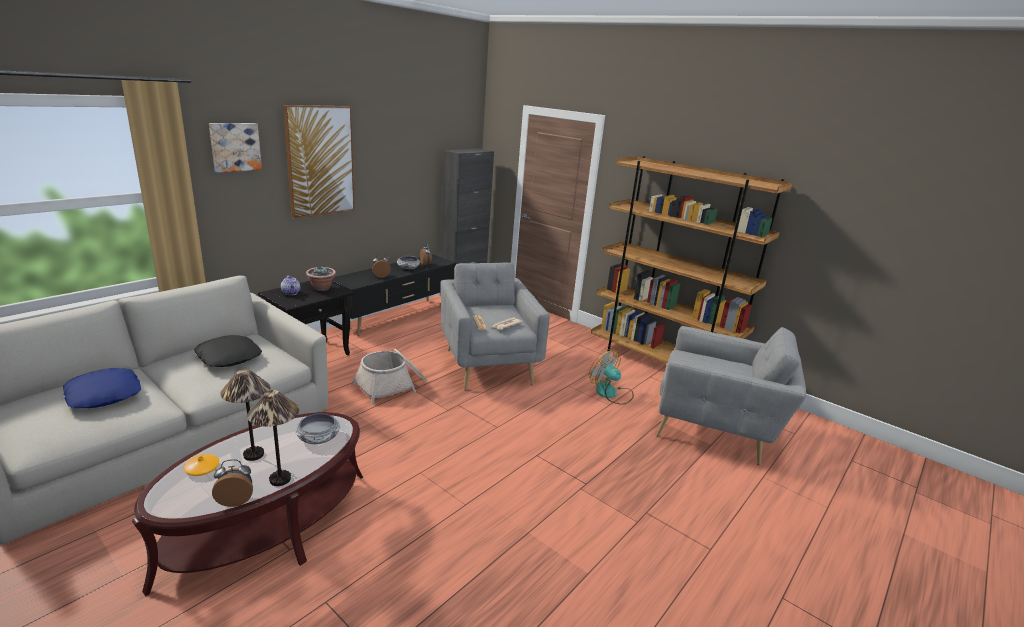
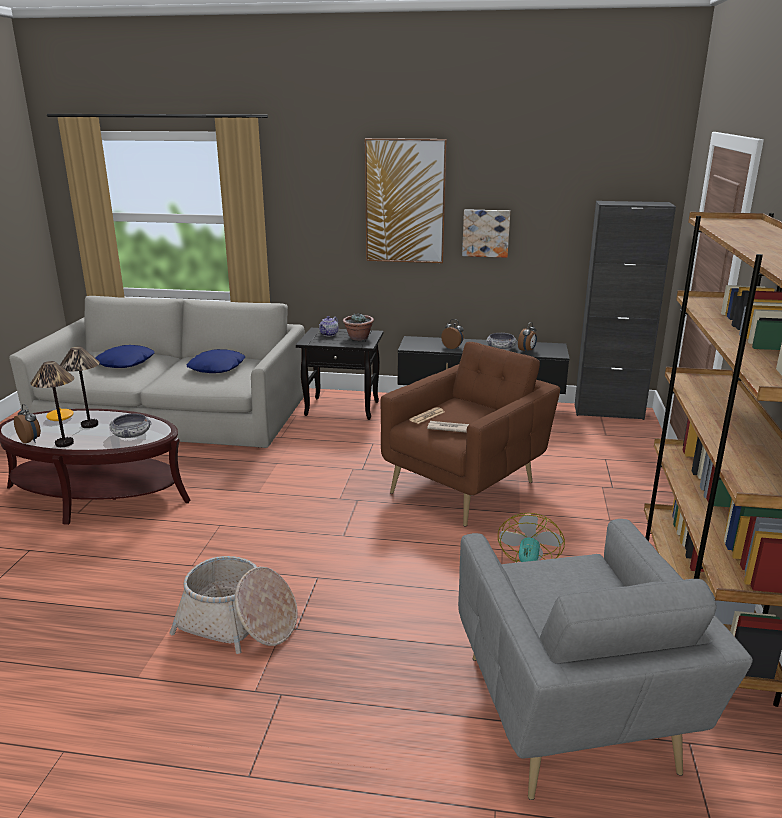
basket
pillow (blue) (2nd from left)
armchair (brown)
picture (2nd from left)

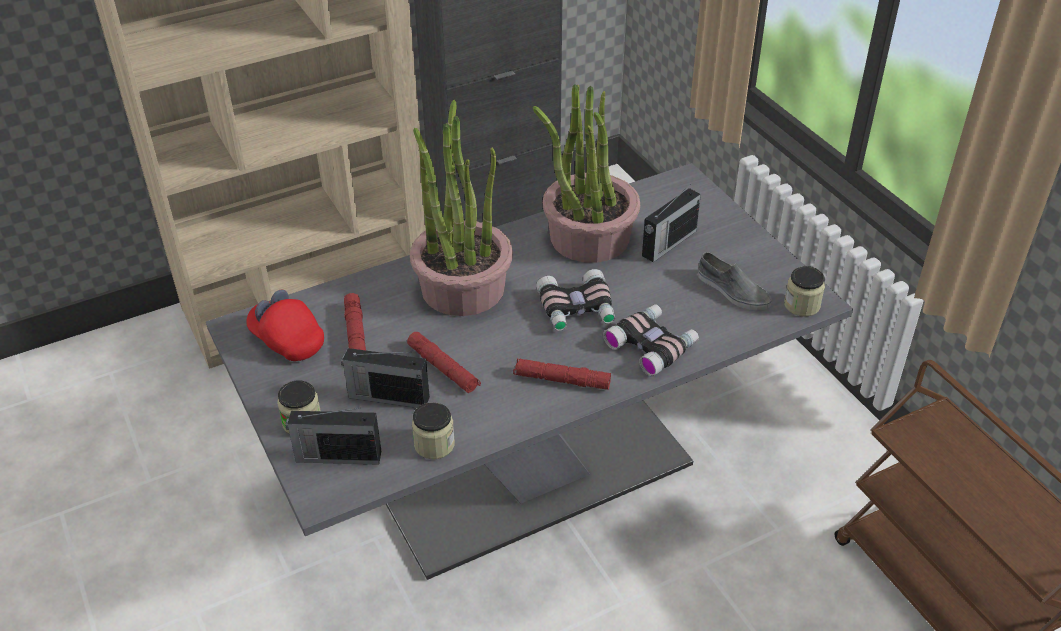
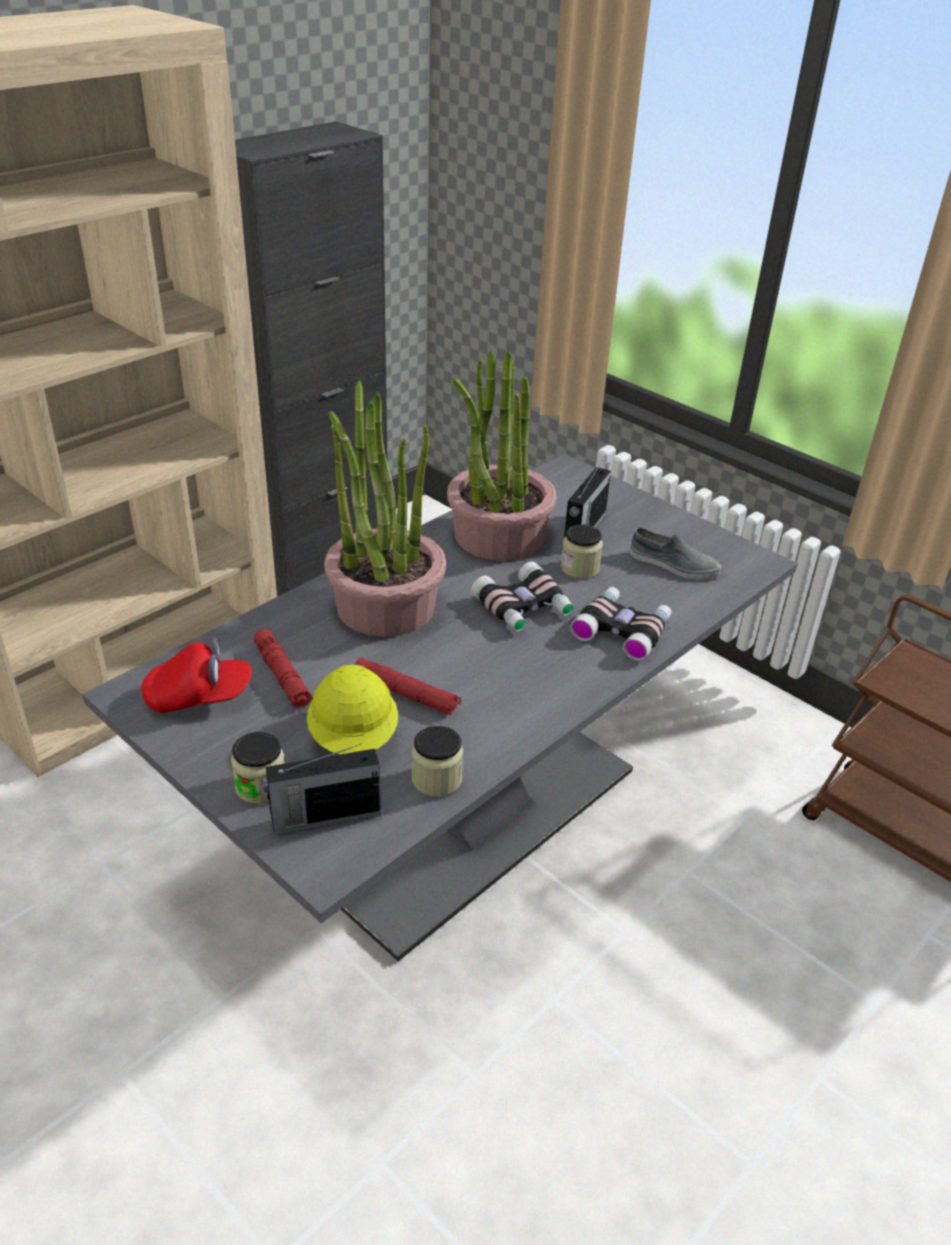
cap (red)
hard hat (yellow)
jar (3rd from left)
flashlight (red) (3rd from left in the first image)

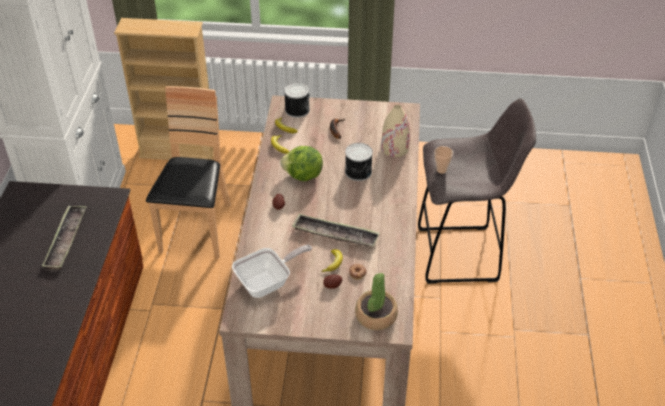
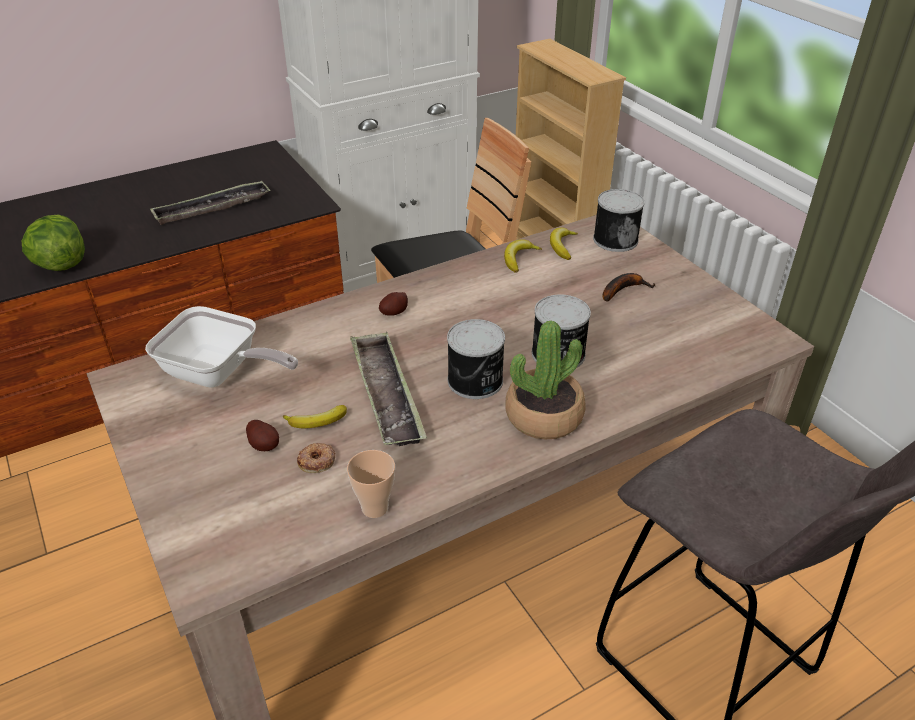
lettuce
cup
can (1st from left)
potted plant
vase (beige)

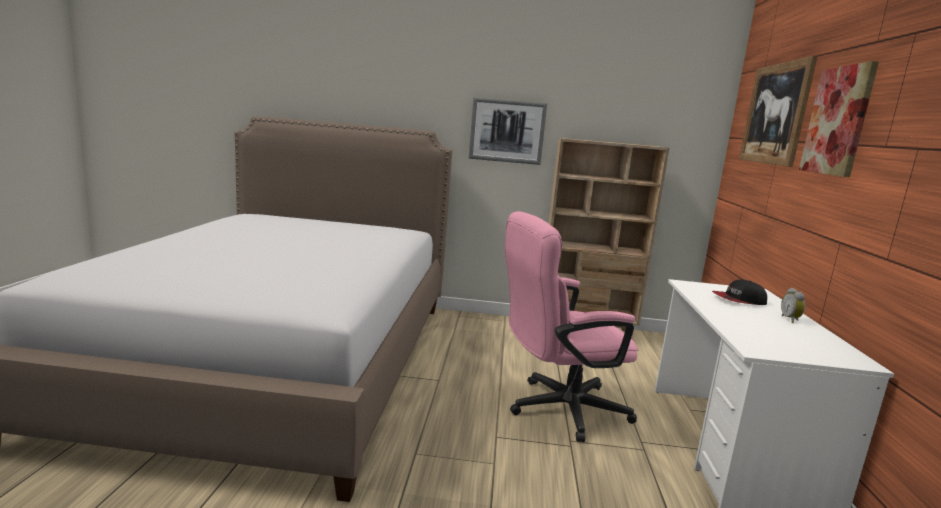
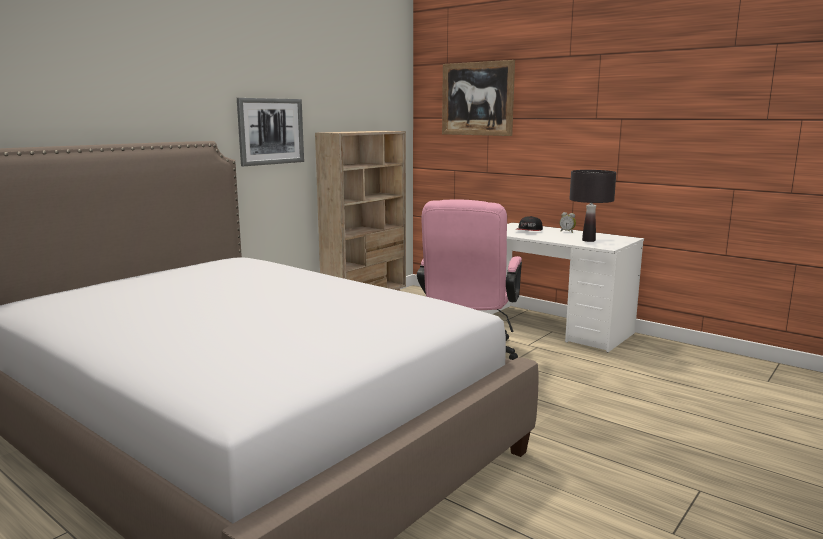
table lamp (black)
picture (3rd from left in the first image)

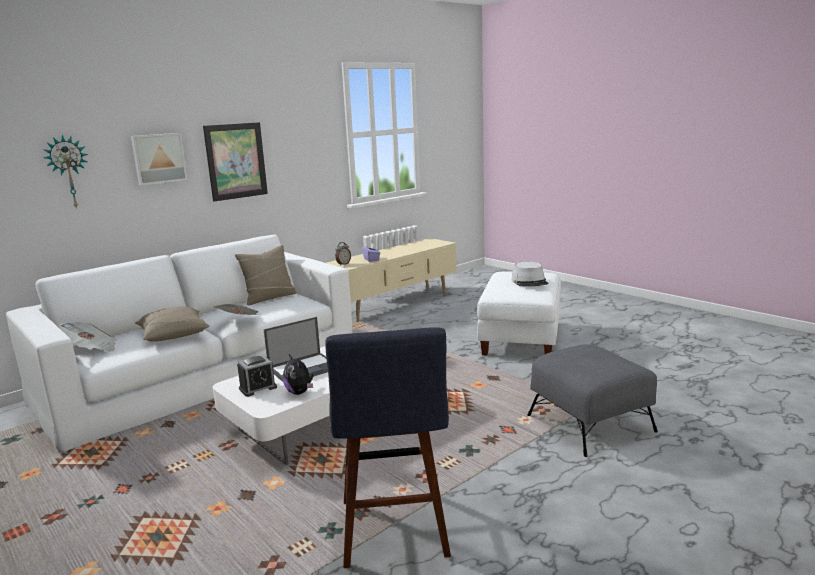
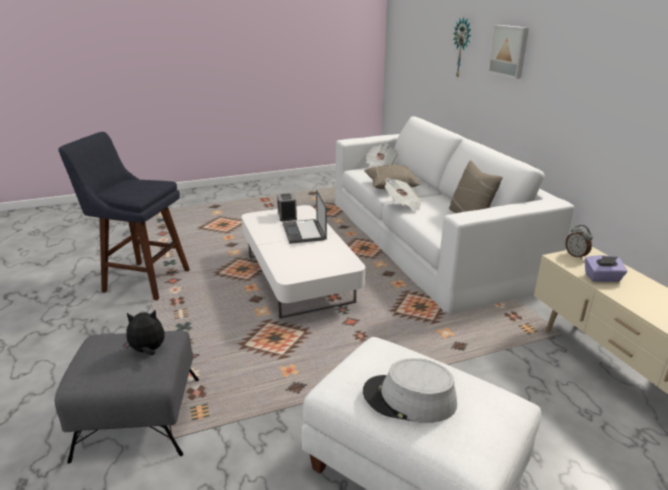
plush toy
picture (2nd from left in the first image)

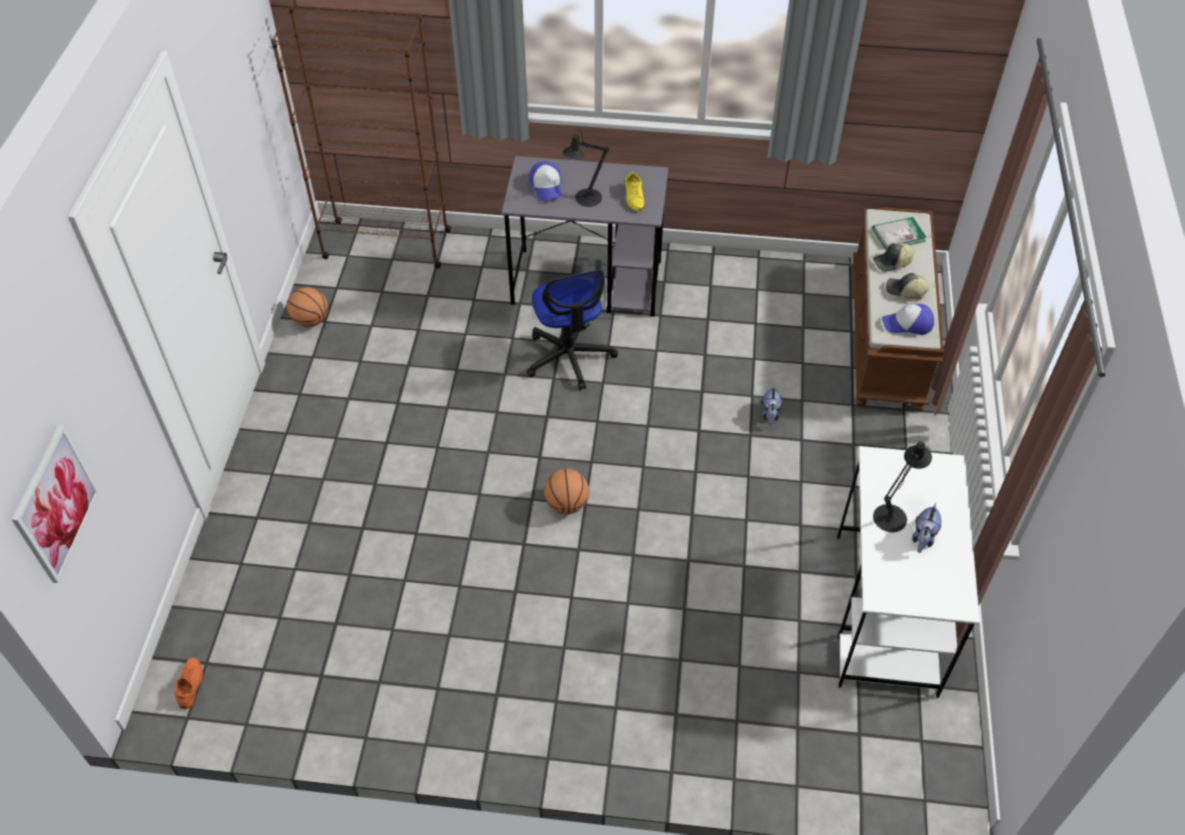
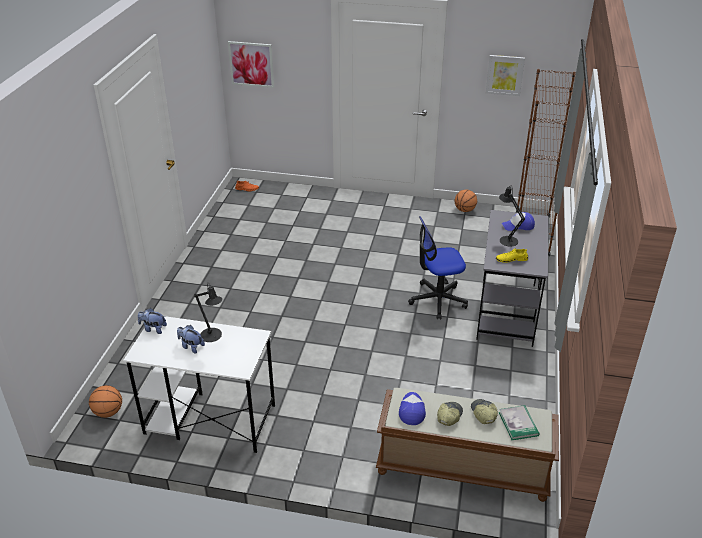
basketball (1st from left)
plush toy (1st from left)
picture (2nd from left)

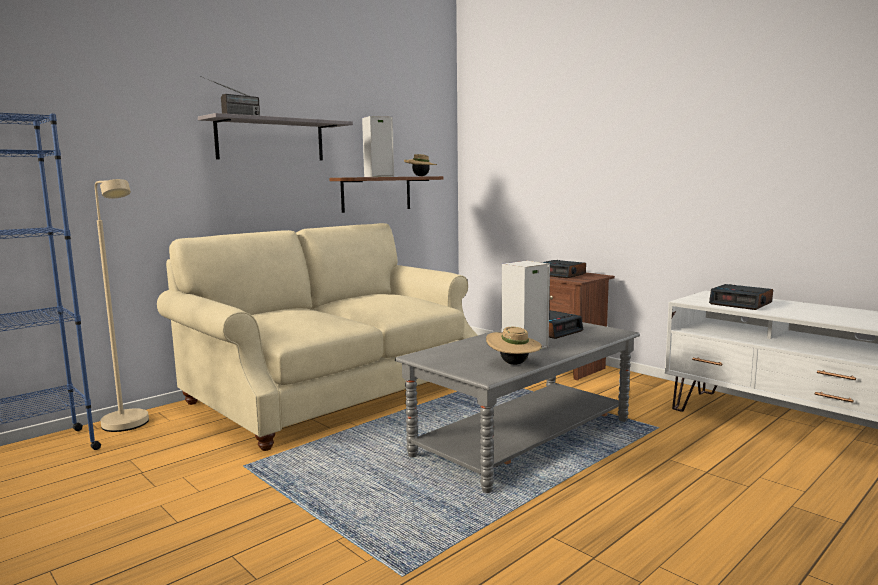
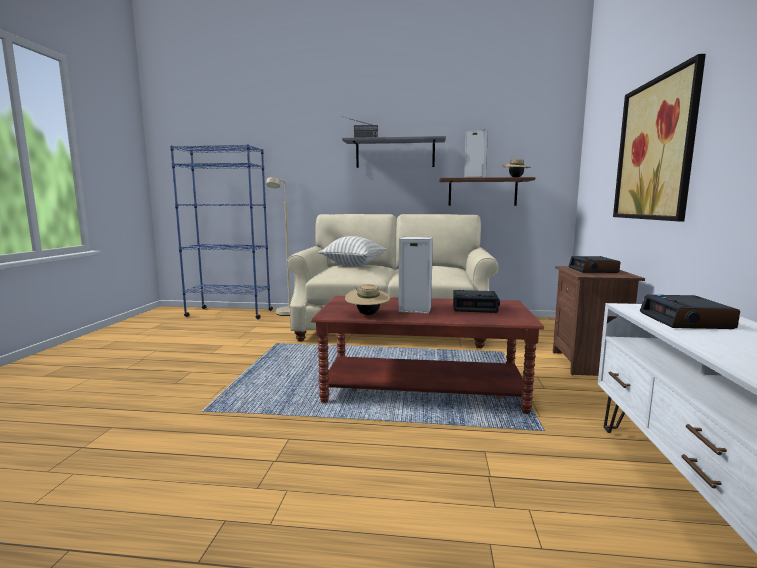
coffee table (brown)
pillow
picture

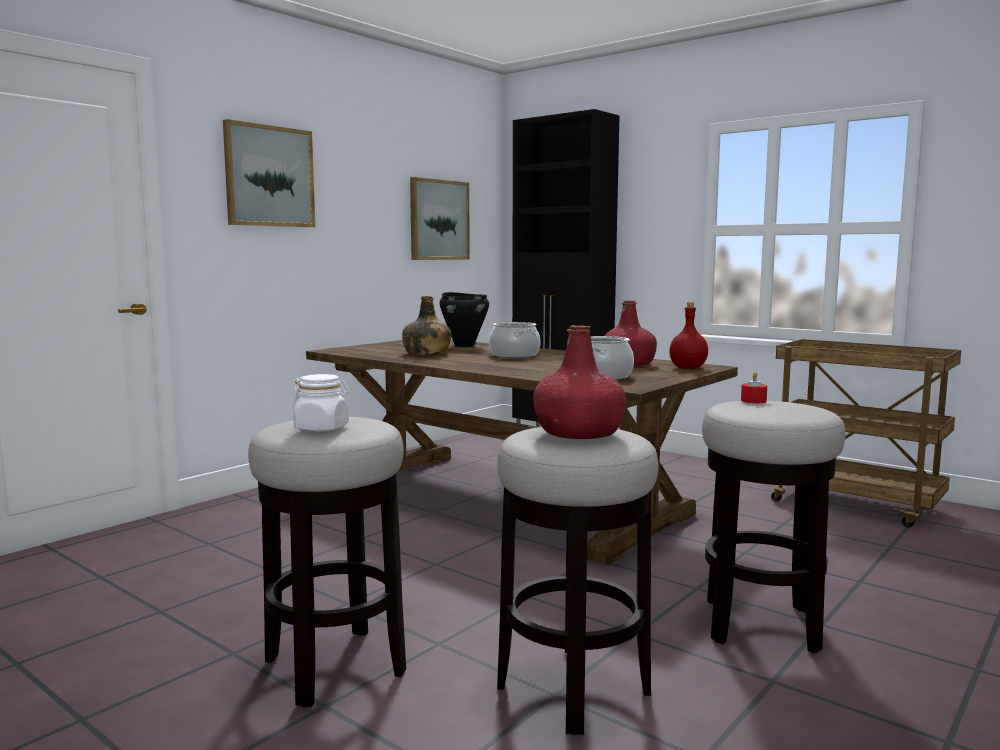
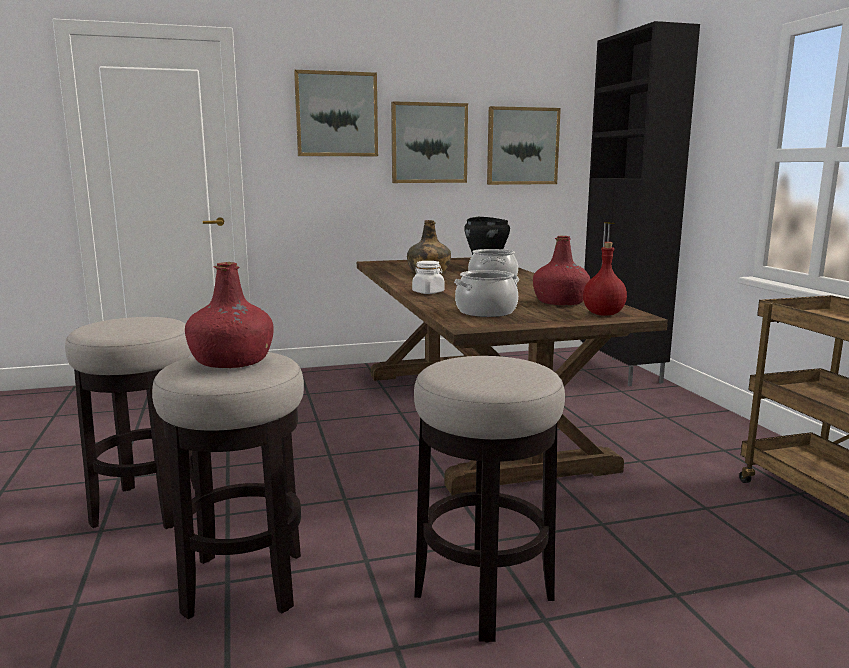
picture (2nd from left)
jar (white)
candle (red)

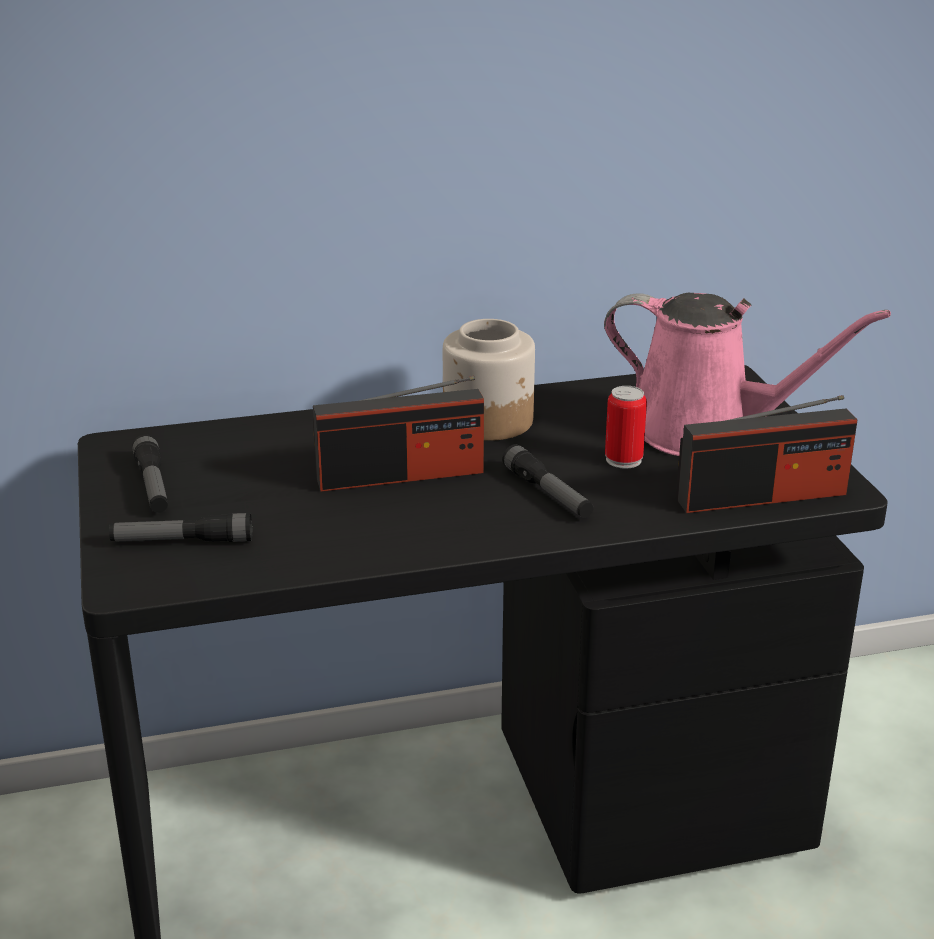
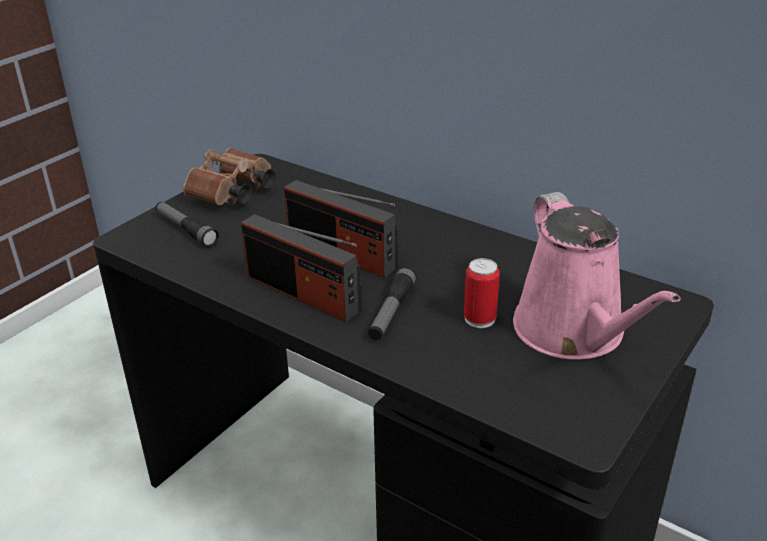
binoculars (brown)
radio (1st from left)
jar

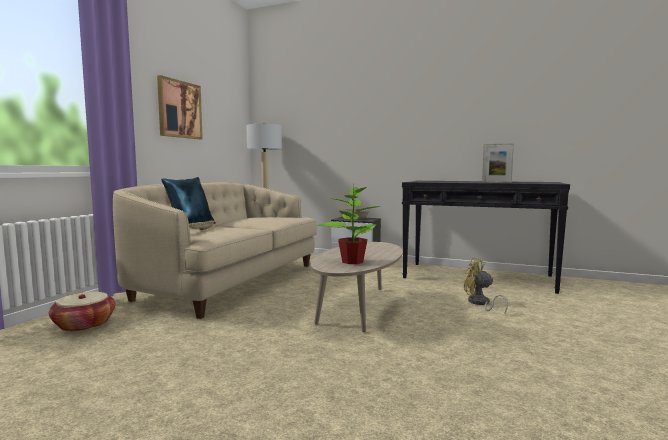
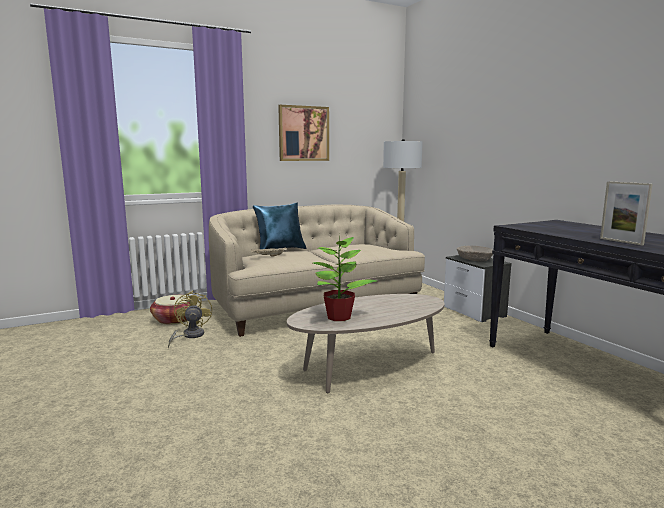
fan (yellow)

